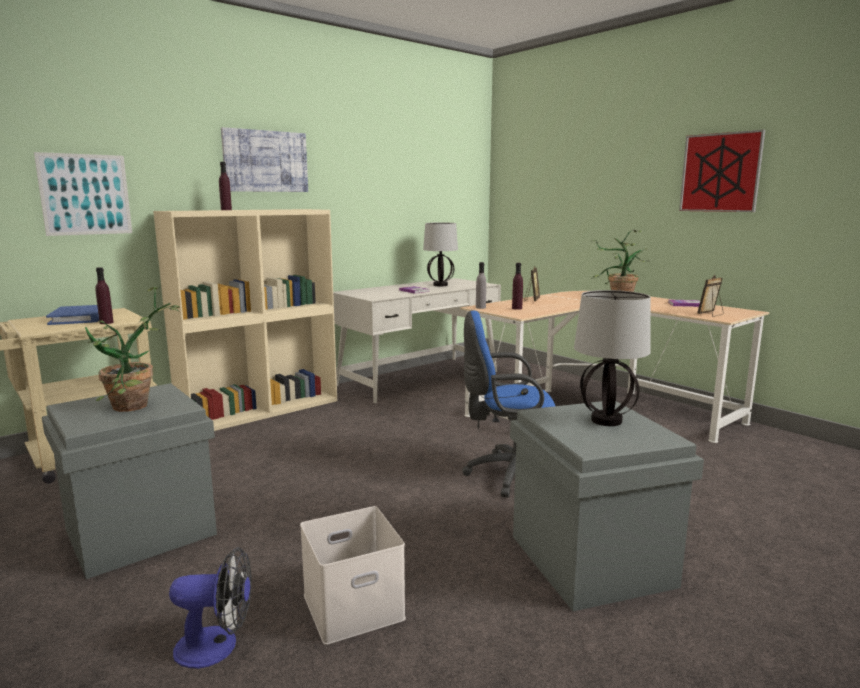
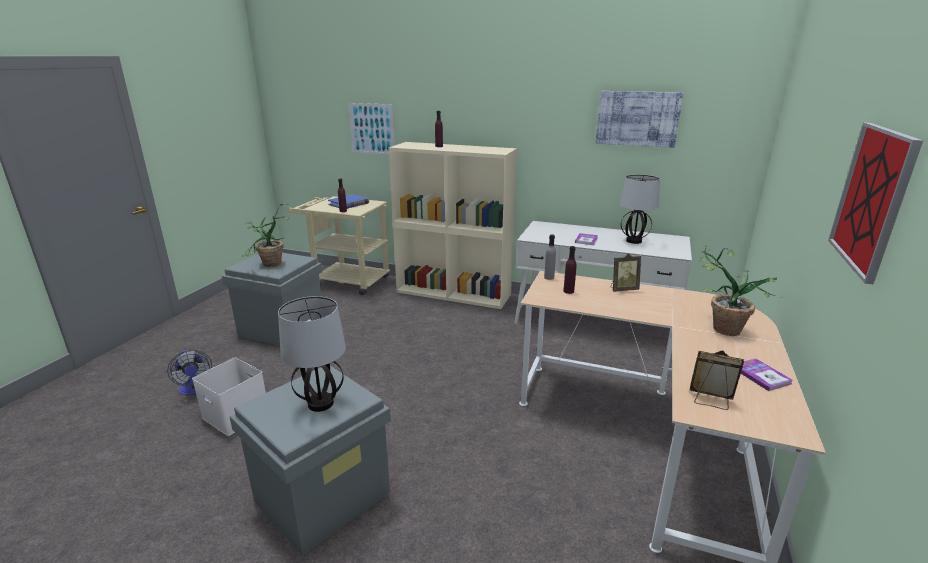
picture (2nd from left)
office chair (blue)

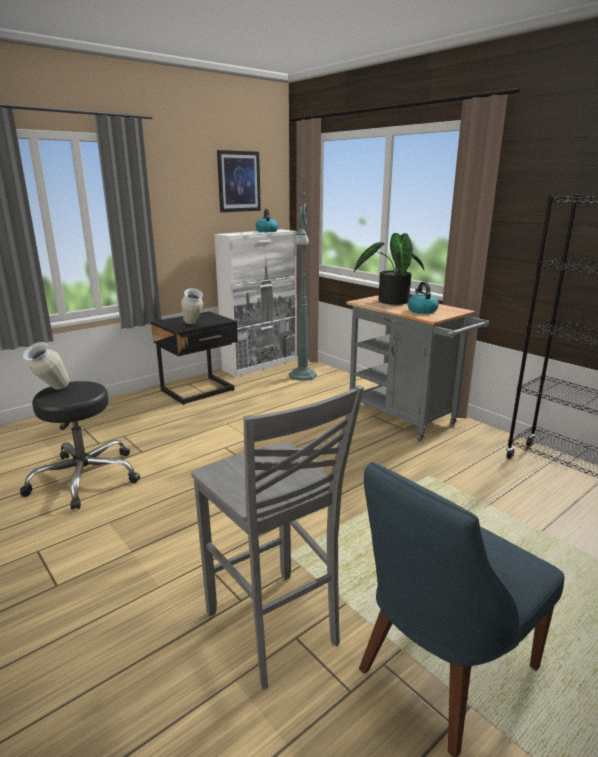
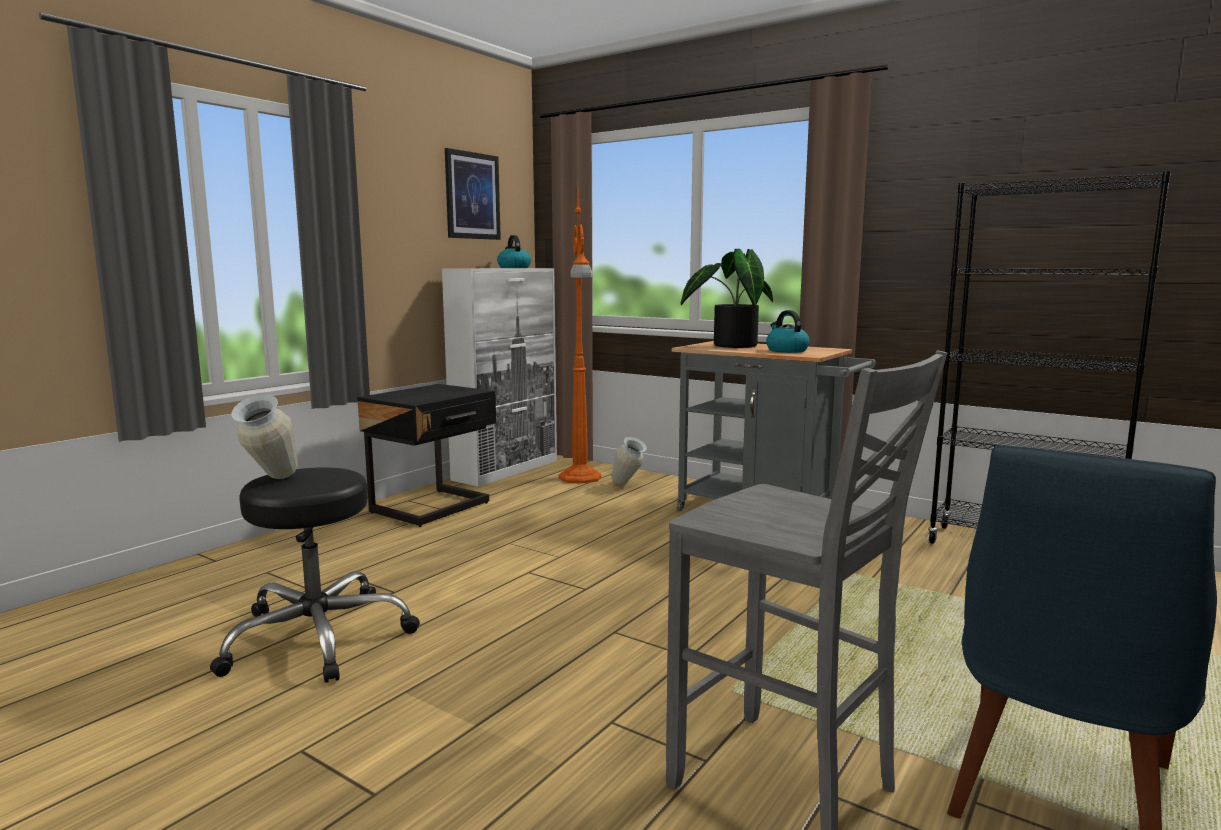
floor lamp (orange)
vase (2nd from left)

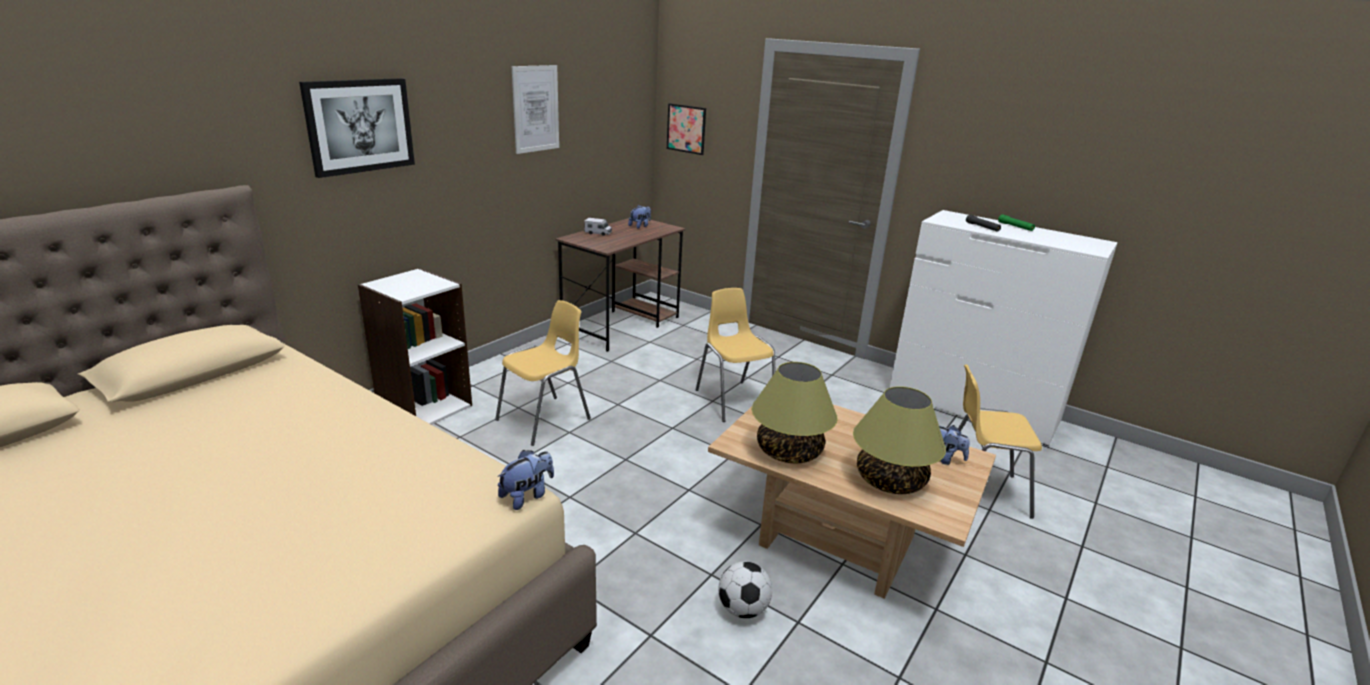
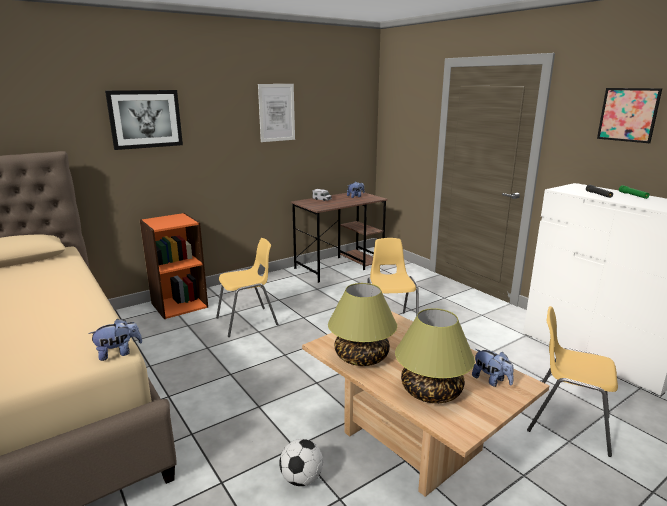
bookcase (orange)
picture (3rd from left)

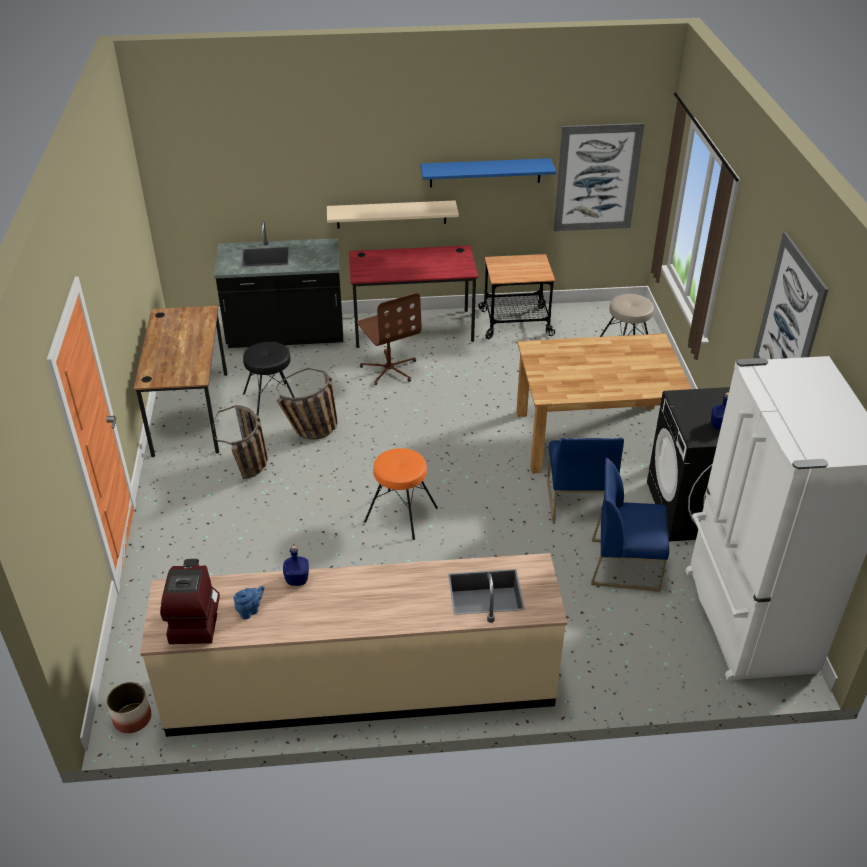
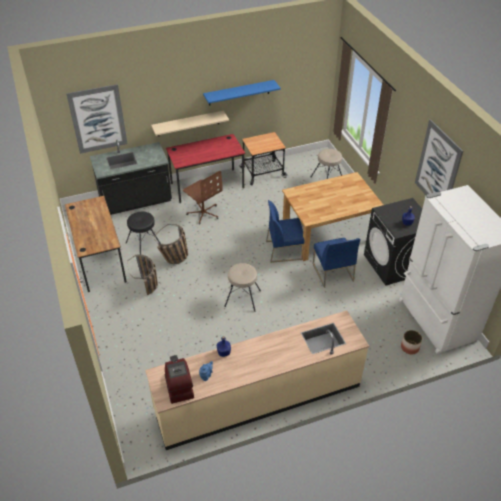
picture (1st from left)
stool (beige) (1st from left)
chair (blue) (1st from left)
planter

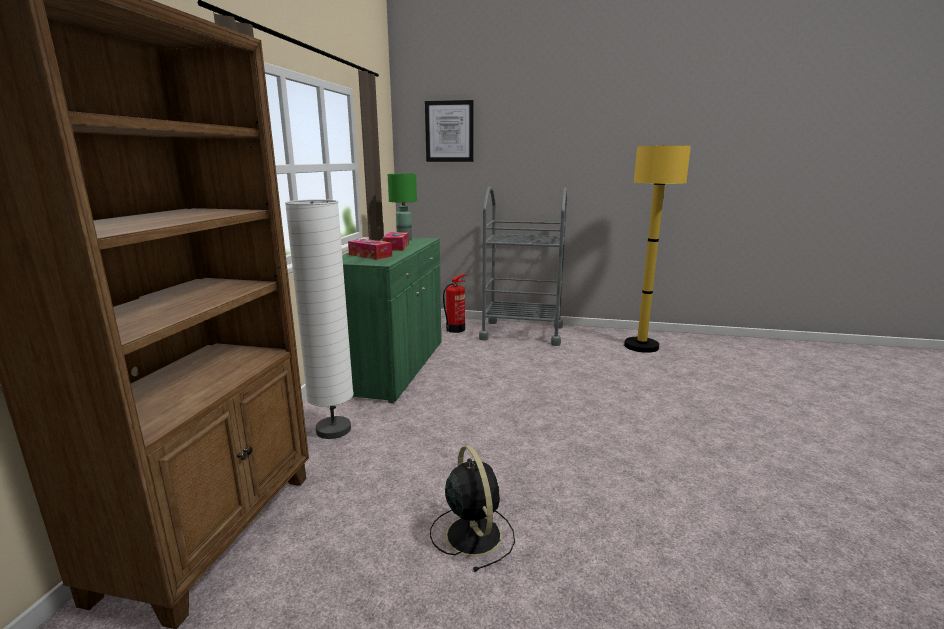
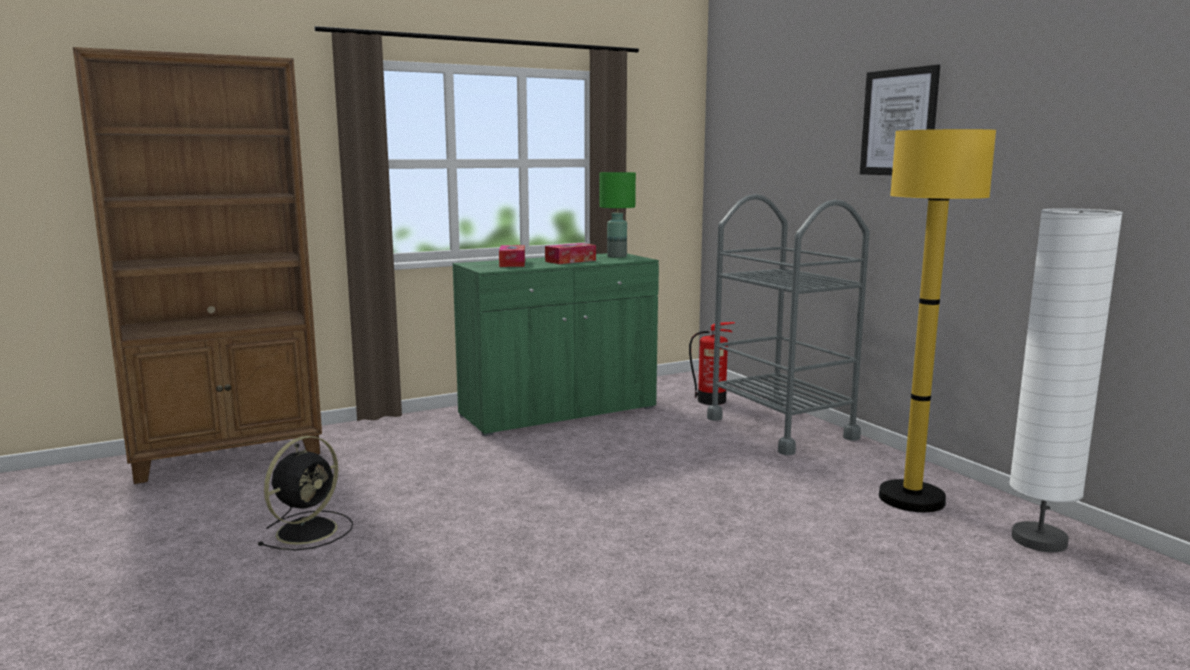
picture
floor lamp (white)

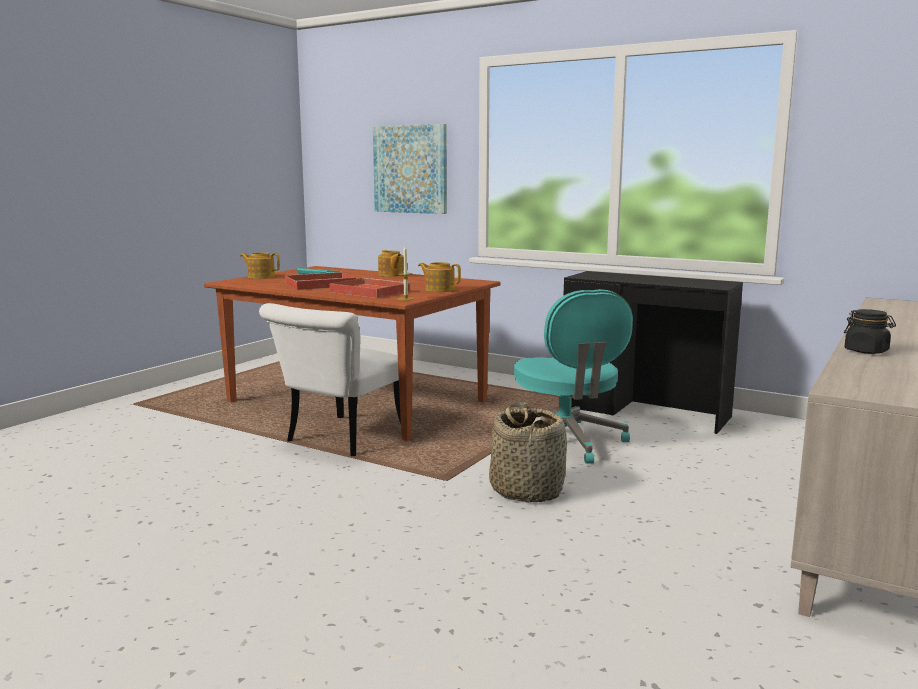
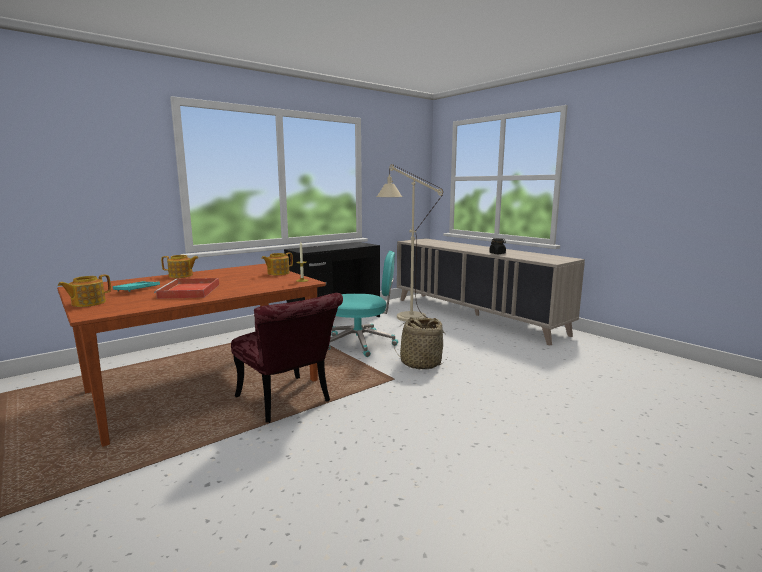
chair (red)
floor lamp (beige)
tray (red) (2nd from left in the first image)
picture

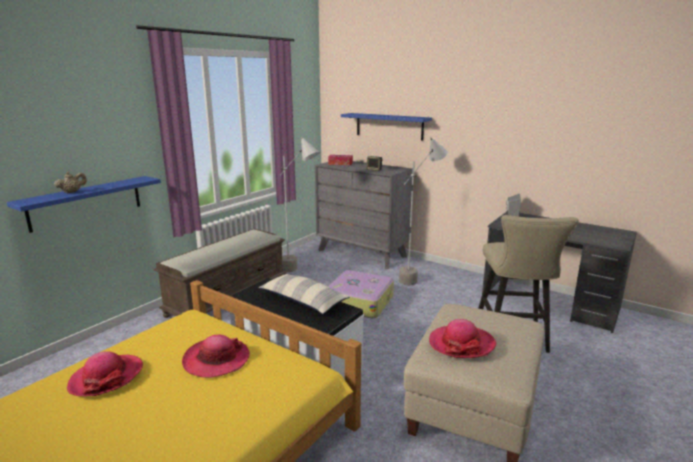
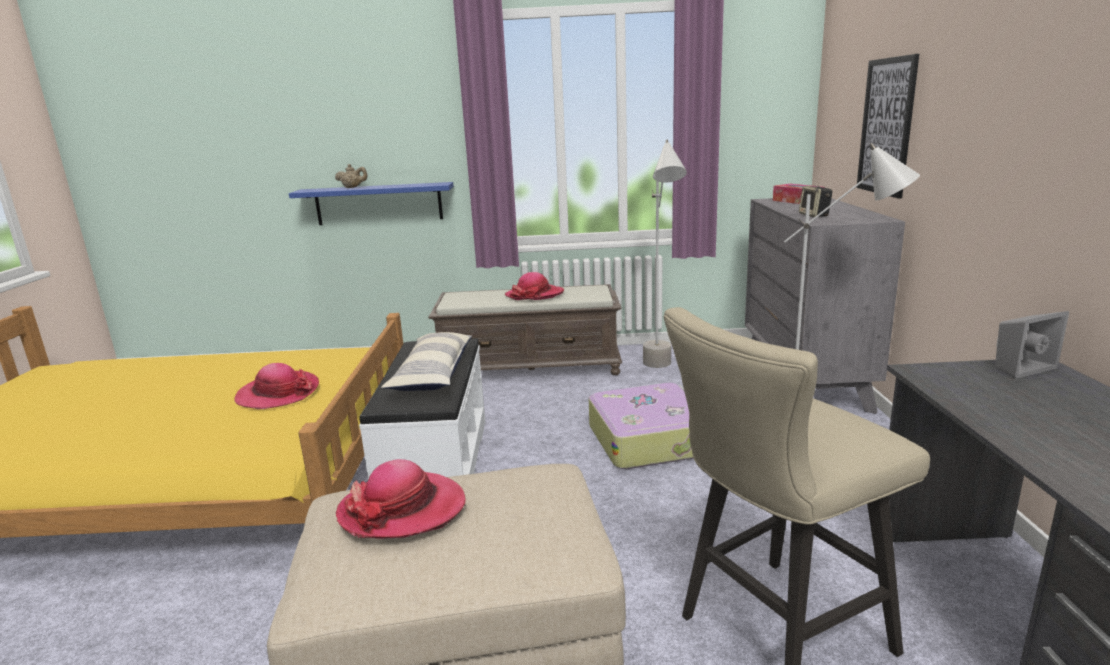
hat (3rd from left)
picture

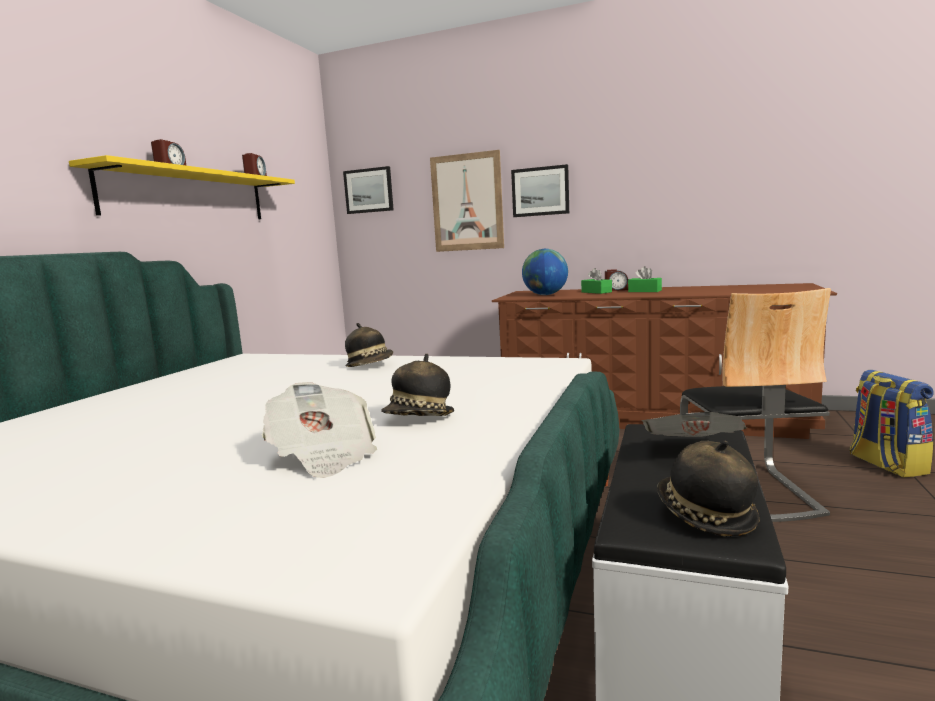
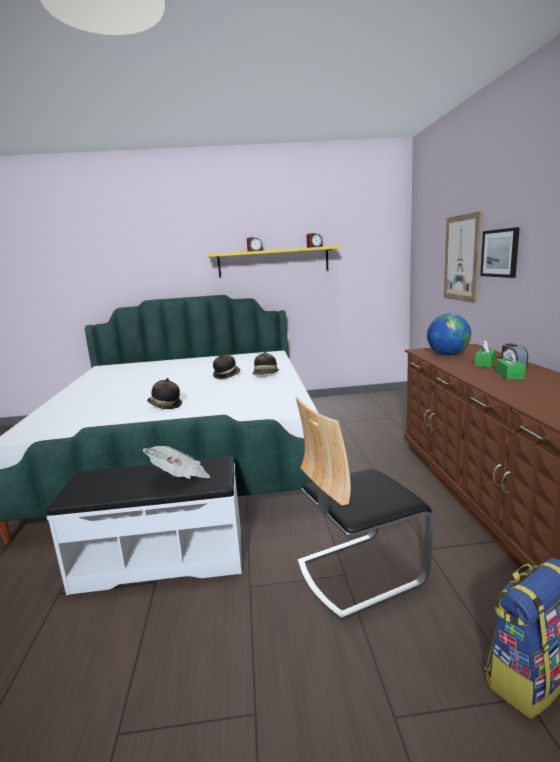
hat (2nd from left)
newspaper (1st from left in the first image)
picture (1st from left in the first image)

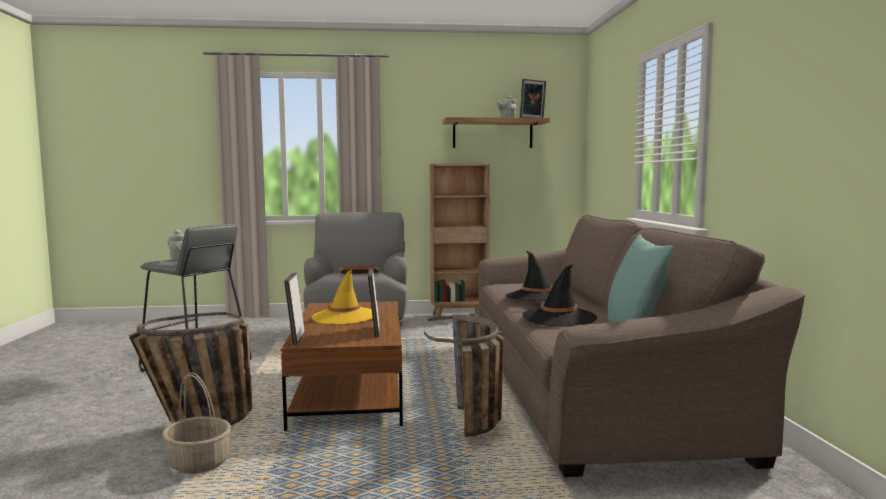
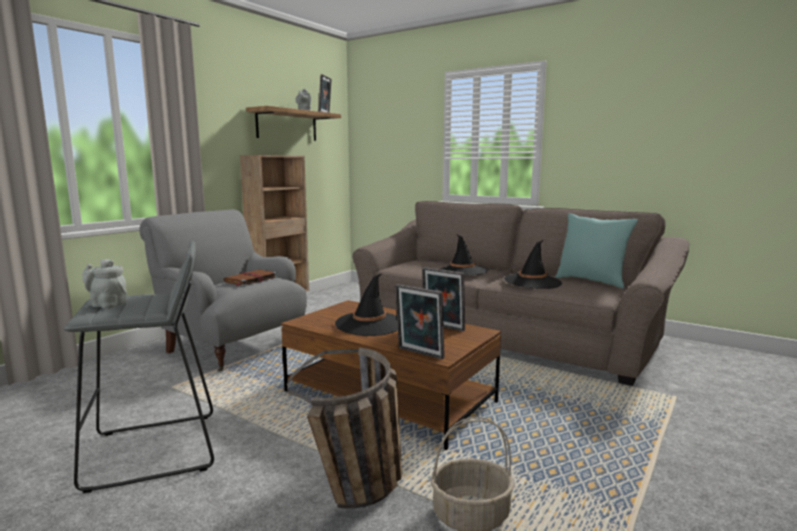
hat (black) (1st from left)
basket (3rd from left in the first image)

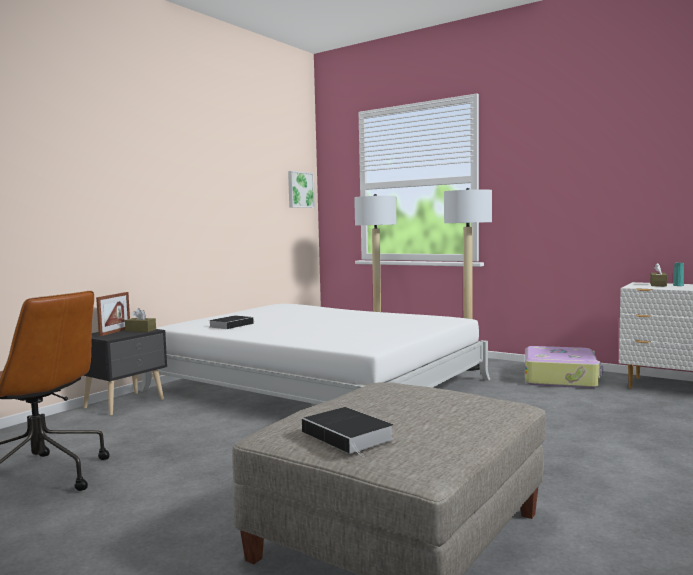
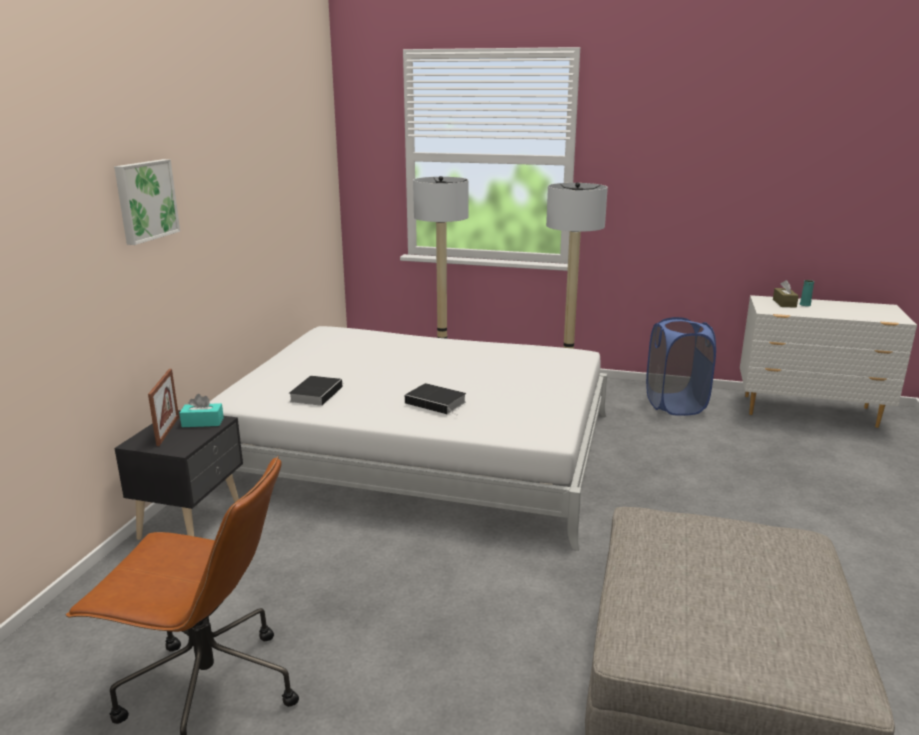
picture
tissue box (turquoise)
book (2nd from left)
laundry basket (blue)

